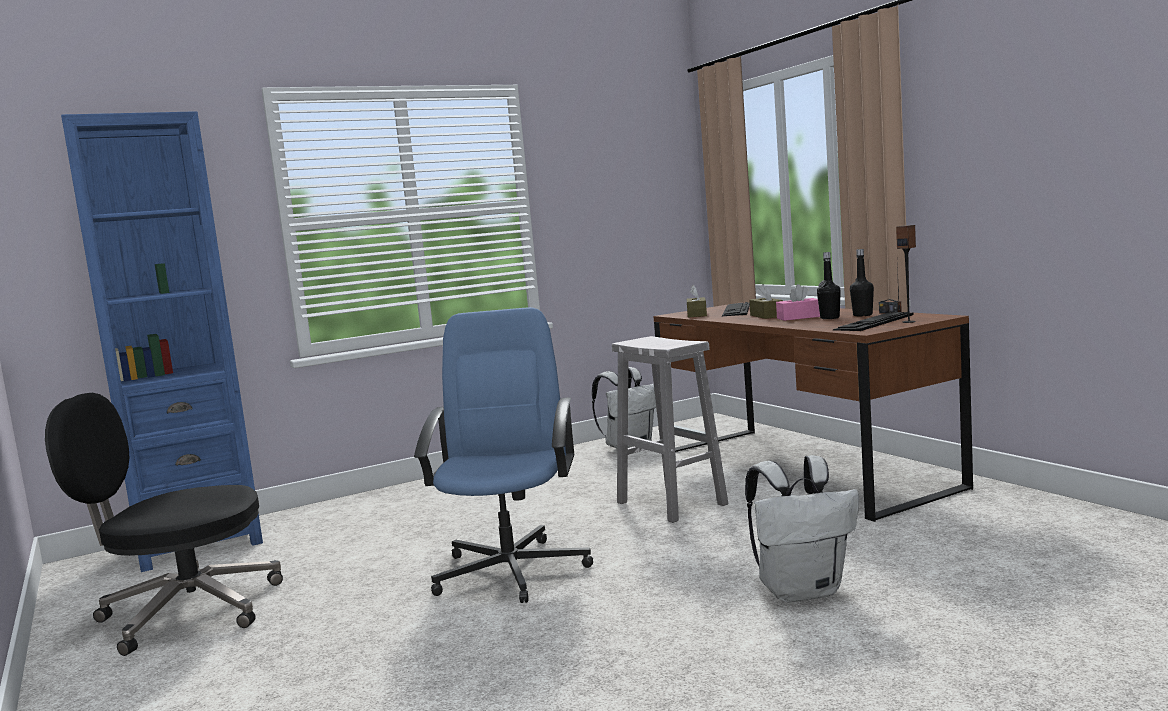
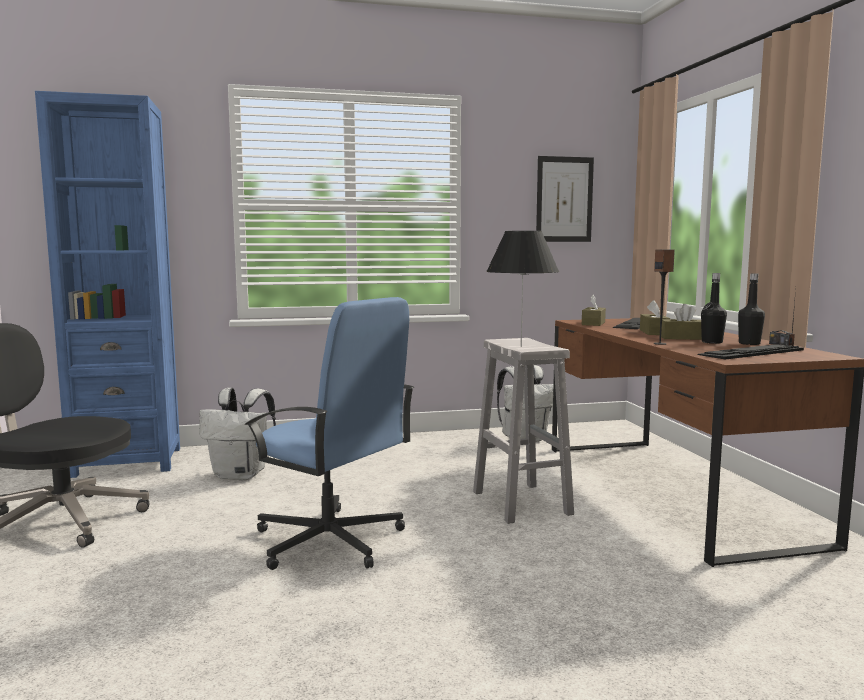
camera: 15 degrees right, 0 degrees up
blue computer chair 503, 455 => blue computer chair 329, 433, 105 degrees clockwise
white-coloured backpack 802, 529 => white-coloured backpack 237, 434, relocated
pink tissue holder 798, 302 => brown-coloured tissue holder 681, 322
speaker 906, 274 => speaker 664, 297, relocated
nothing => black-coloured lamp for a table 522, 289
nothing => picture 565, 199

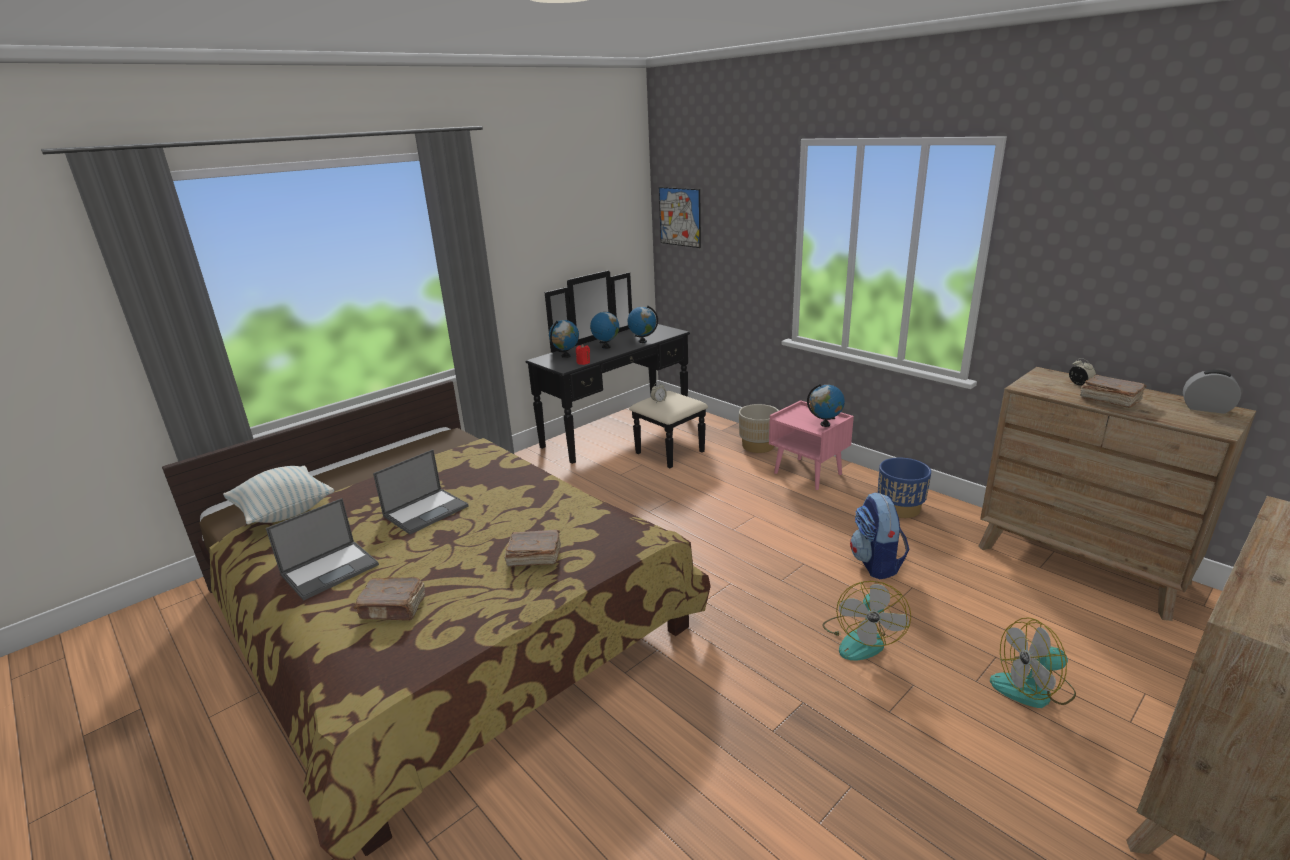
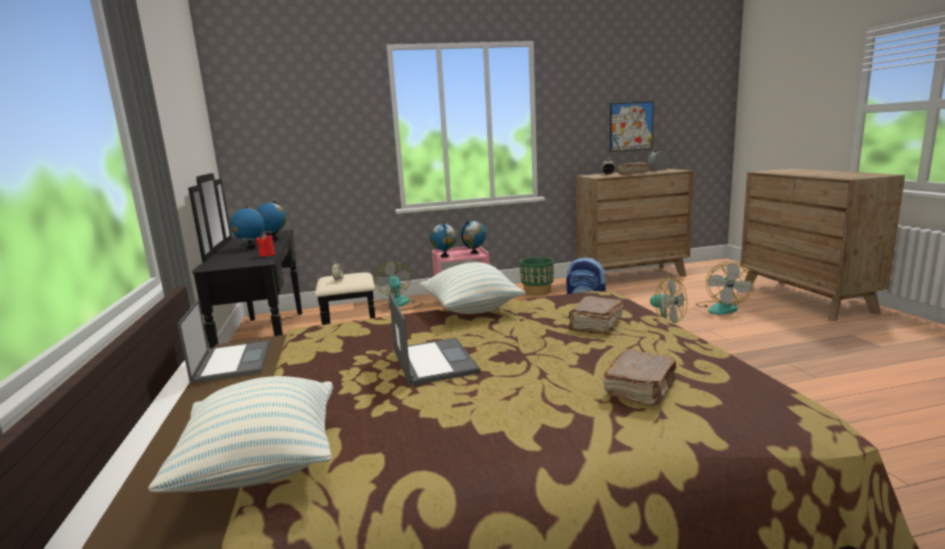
camera: 60 degrees left, 10 degrees down
laptop 322, 549 => laptop 224, 341, relocated
globe 564, 339 => globe 443, 240, relocated
picture 680, 217 => picture 632, 127, relocated
sand-coloured planter 759, 428 => fan 398, 286
blue planter 904, 488 => greenish planter 537, 276
nothing => cushion 472, 288

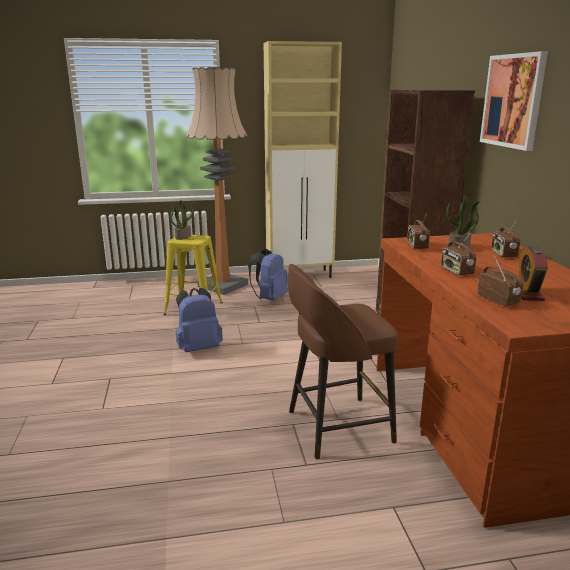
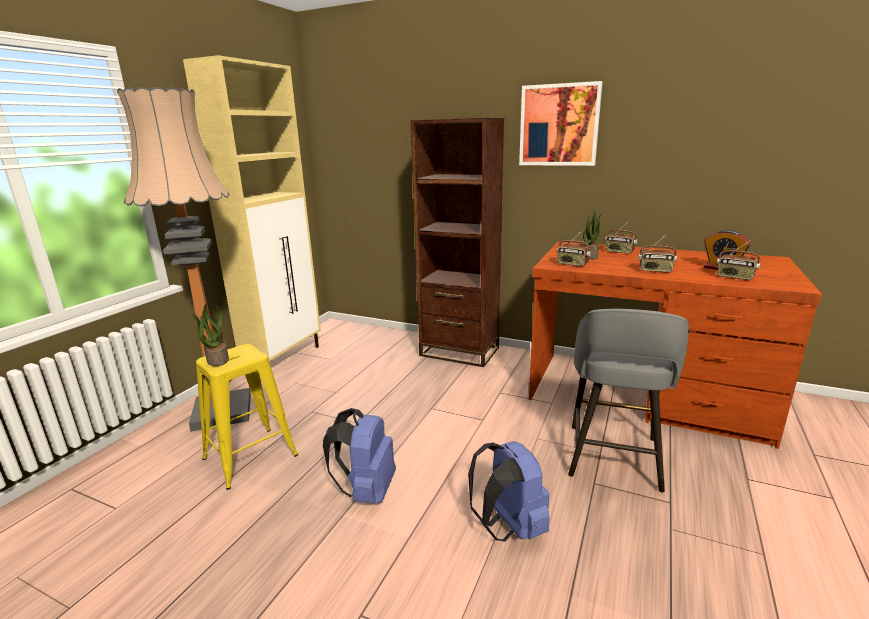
camera: 55 degrees left, 0 degrees up
blue backpack 268, 275 => blue backpack 508, 491, relocated
brown-coloured stool seat 343, 361 => greyish stool seat 628, 400
radio set 500, 280 => radio set 738, 260, 150 degrees counterclockwise

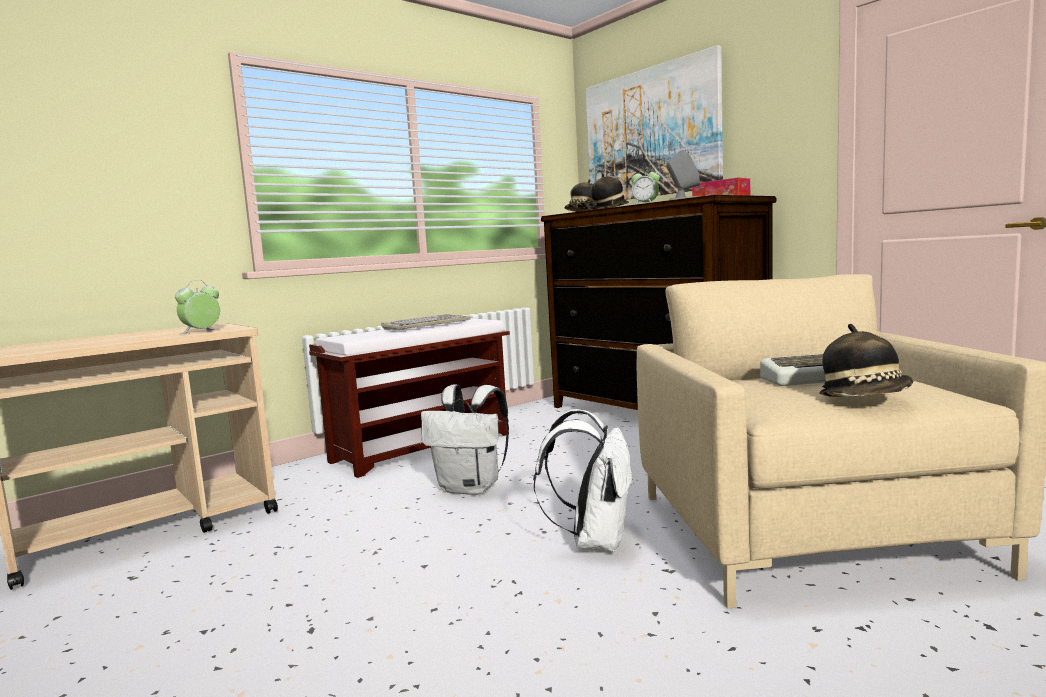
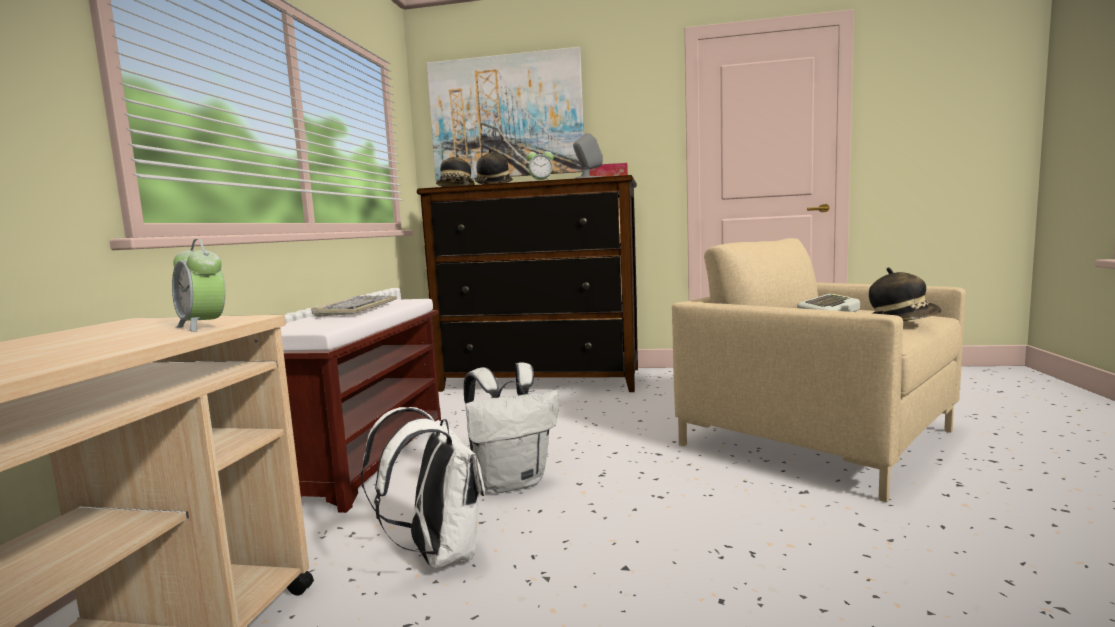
camera: 40 degrees left, 0 degrees up
alarm clock 197, 307 => alarm clock 198, 285, 45 degrees counterclockwise
white-coloured backpack 583, 480 => white-coloured backpack 423, 488, relocated

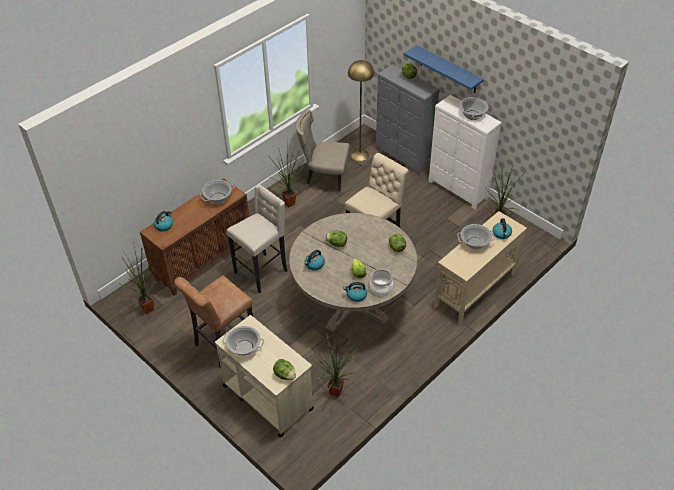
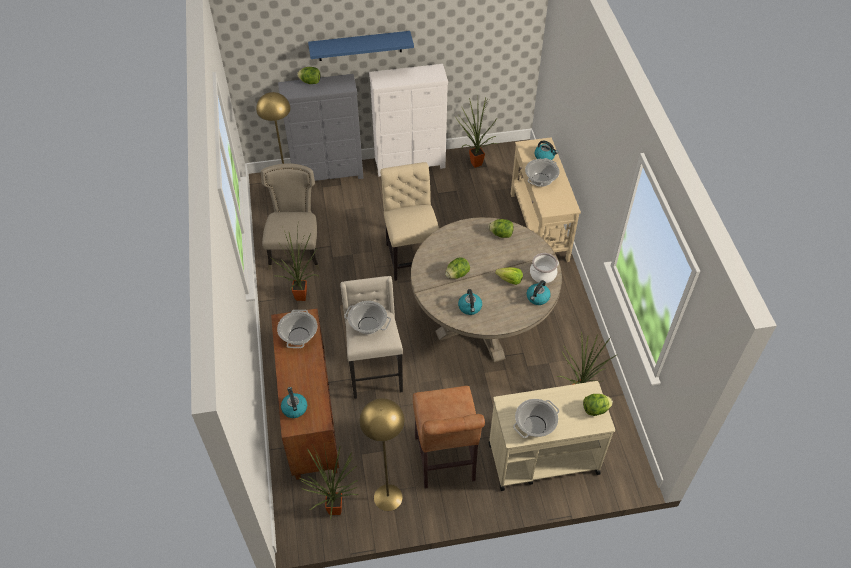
camera: 55 degrees left, 5 degrees up
sand-coloured chair 322, 152 => sand-coloured chair 290, 216, 135 degrees clockwise
saucepot 474, 108 => saucepot 367, 317, relocated
nothing => yellow standard lamp 382, 454

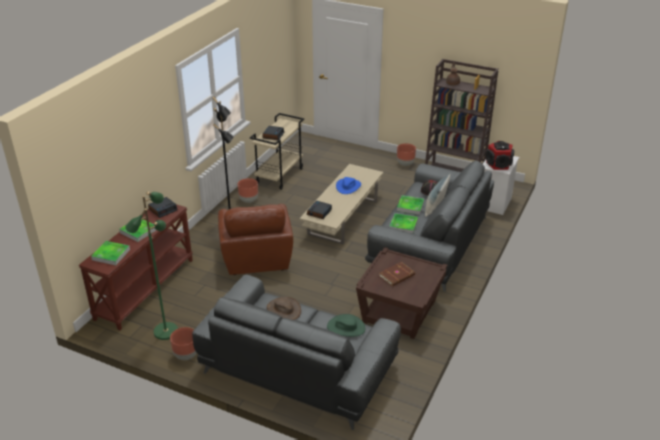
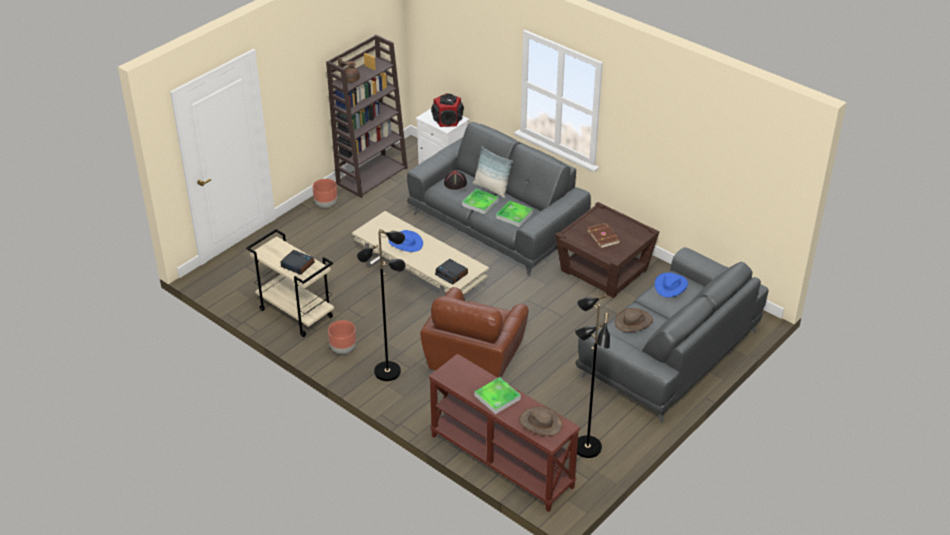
camera: 75 degrees left, 5 degrees up
tray 110, 253 => brown-coloured wearable hat 540, 421
greenish standard lamp 151, 266 => black-coloured standard lamp 592, 376
alarm clock 162, 207 => nothing
brown-coloured planter 183, 343 => nothing
brown-coloured lounge chair 255, 239 => brown-coloured lounge chair 474, 332, 105 degrees clockwise
greenish wearable hat 346, 325 => blue wearable hat 671, 284

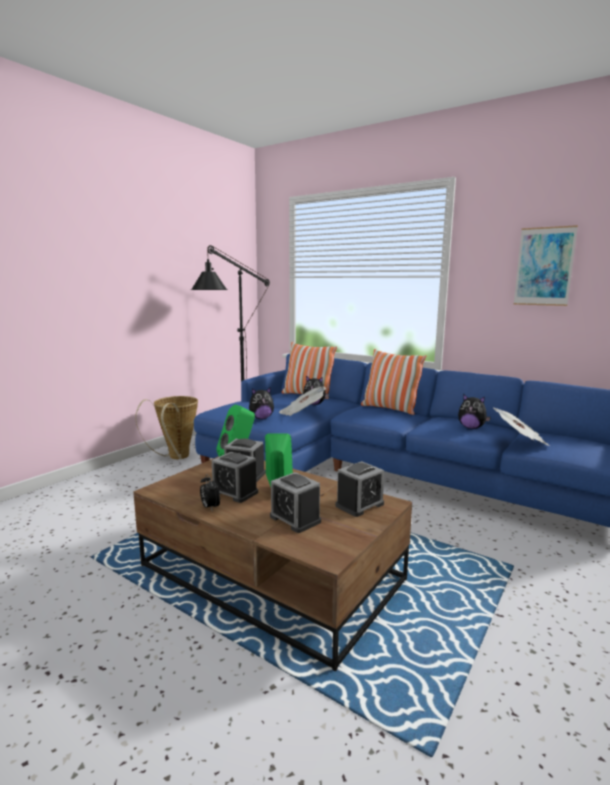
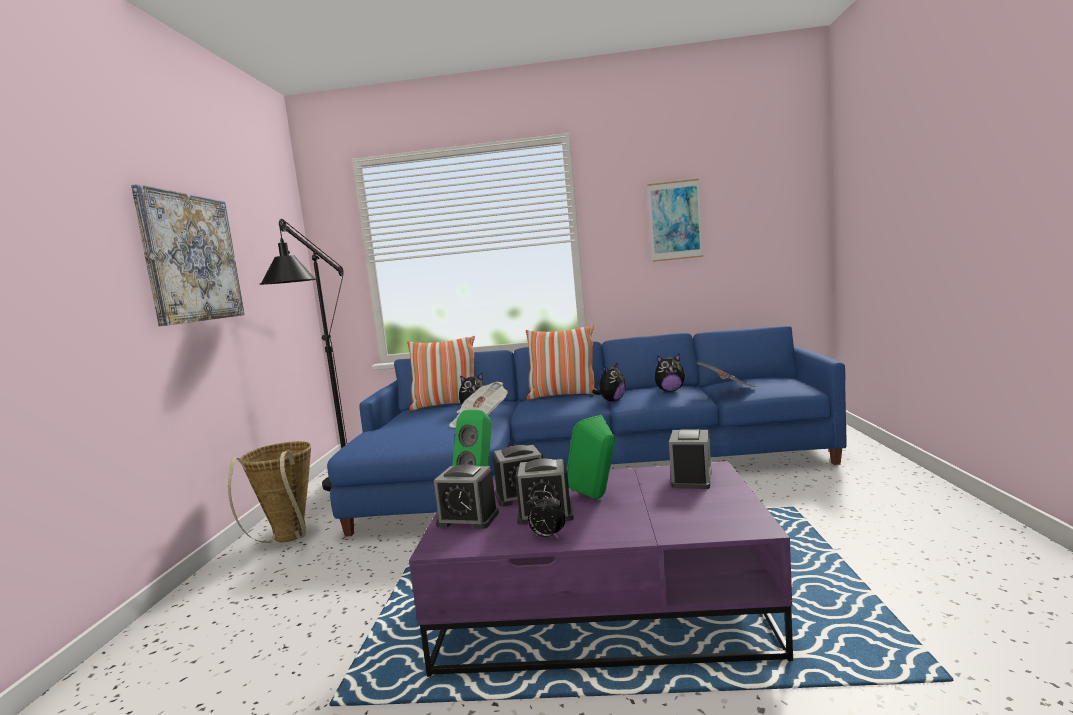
camera: 30 degrees left, 5 degrees down
brown-coloured coffee table 272, 563 => purplish coffee table 601, 569
cuddly toy 261, 403 => cuddly toy 609, 382, relocated
alarm clock 295, 502 => alarm clock 466, 496, relocated
nothing => picture 188, 255

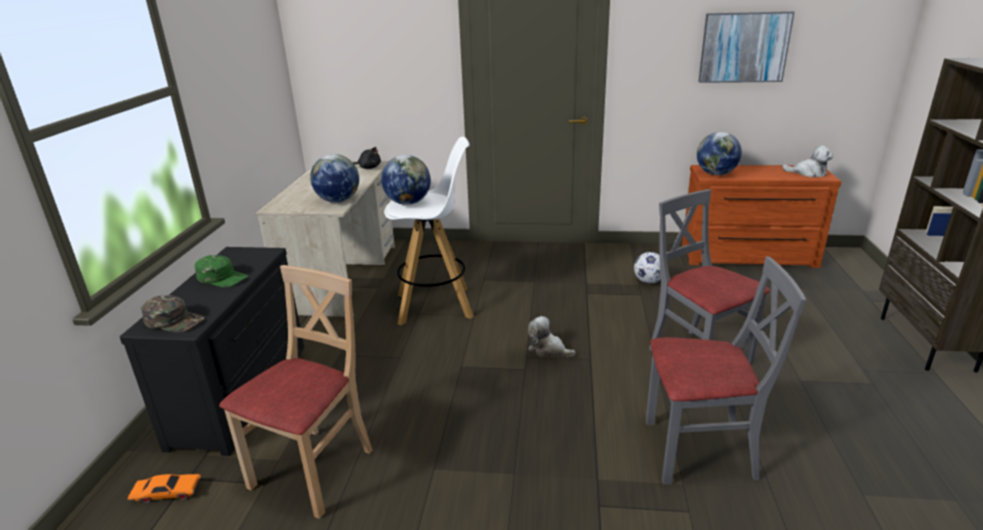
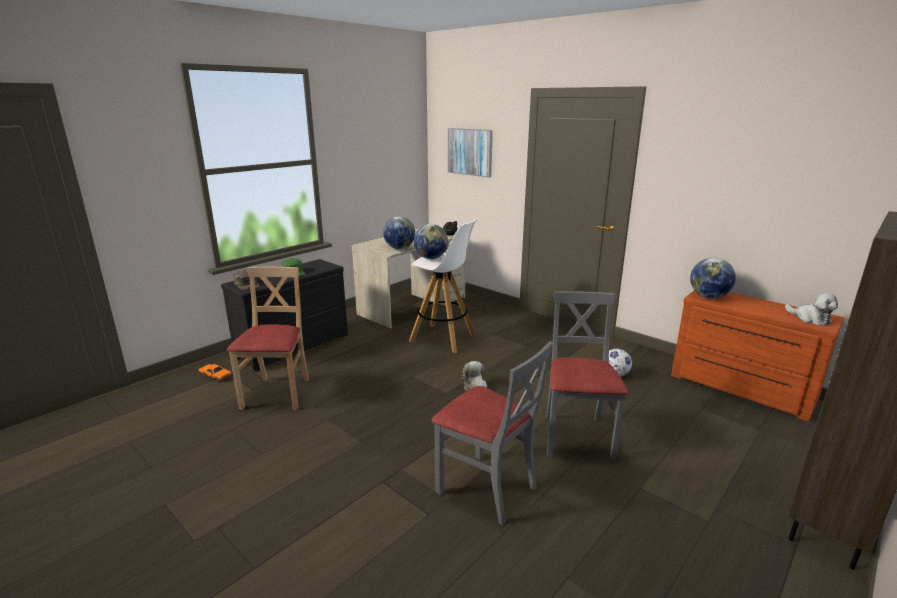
camera: 35 degrees right, 5 degrees down
sand-coloured chair 296, 392 => sand-coloured chair 268, 338, 60 degrees counterclockwise
picture 746, 47 => picture 470, 152, relocated

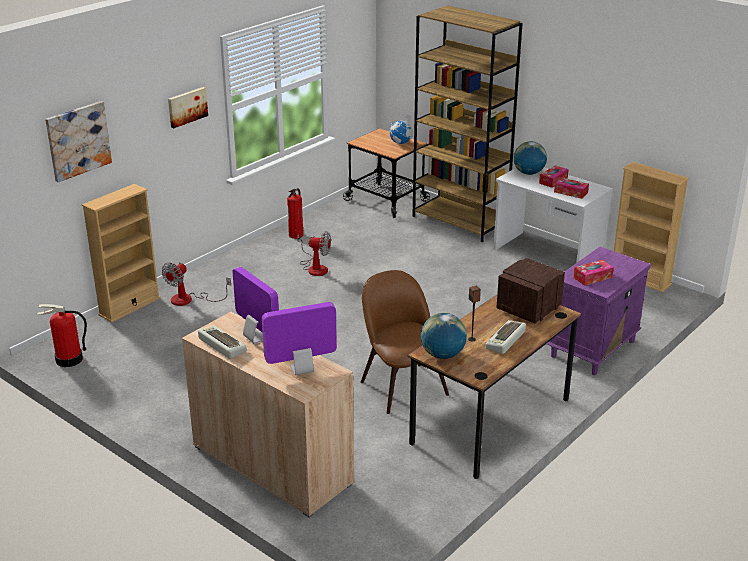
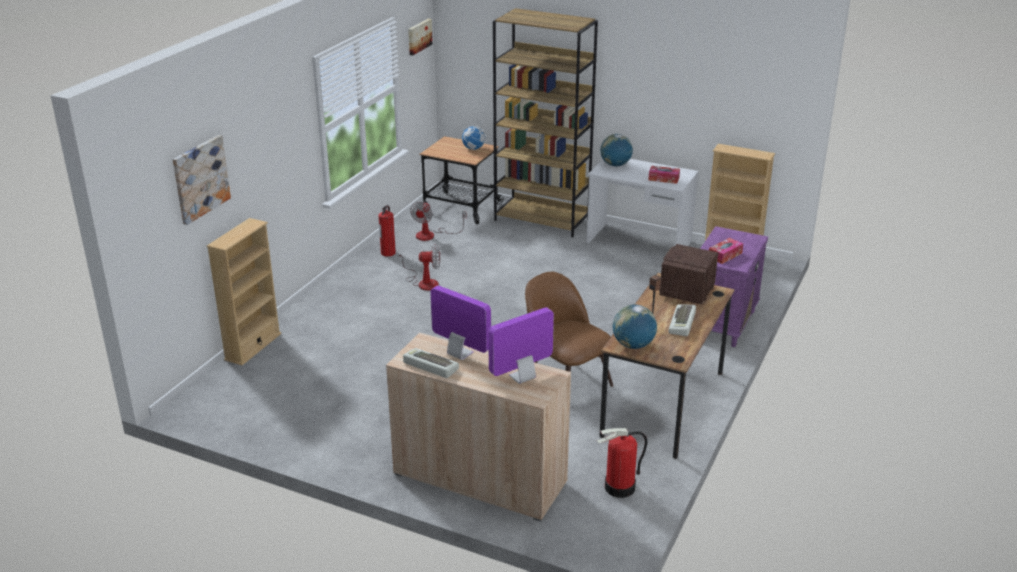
camera: 15 degrees left, 0 degrees up
extinguisher 62, 335 => extinguisher 622, 463, relocated
fan 196, 284 => fan 438, 221, relocated
picture 188, 107 => picture 420, 37, relocated
tissue holder 554, 176 => nothing

